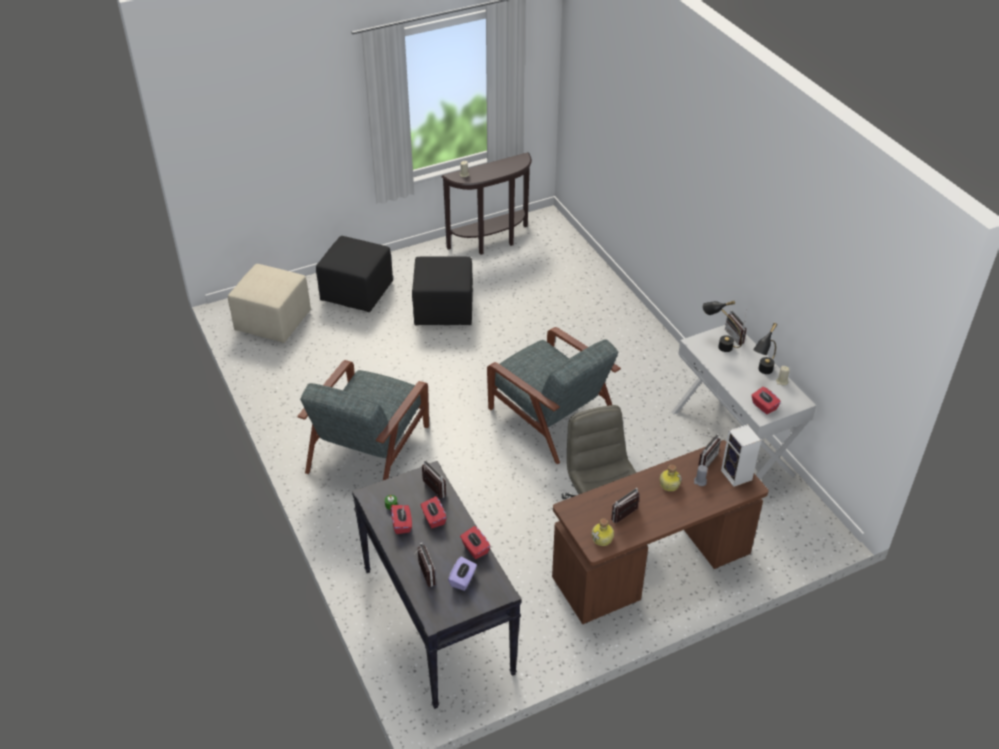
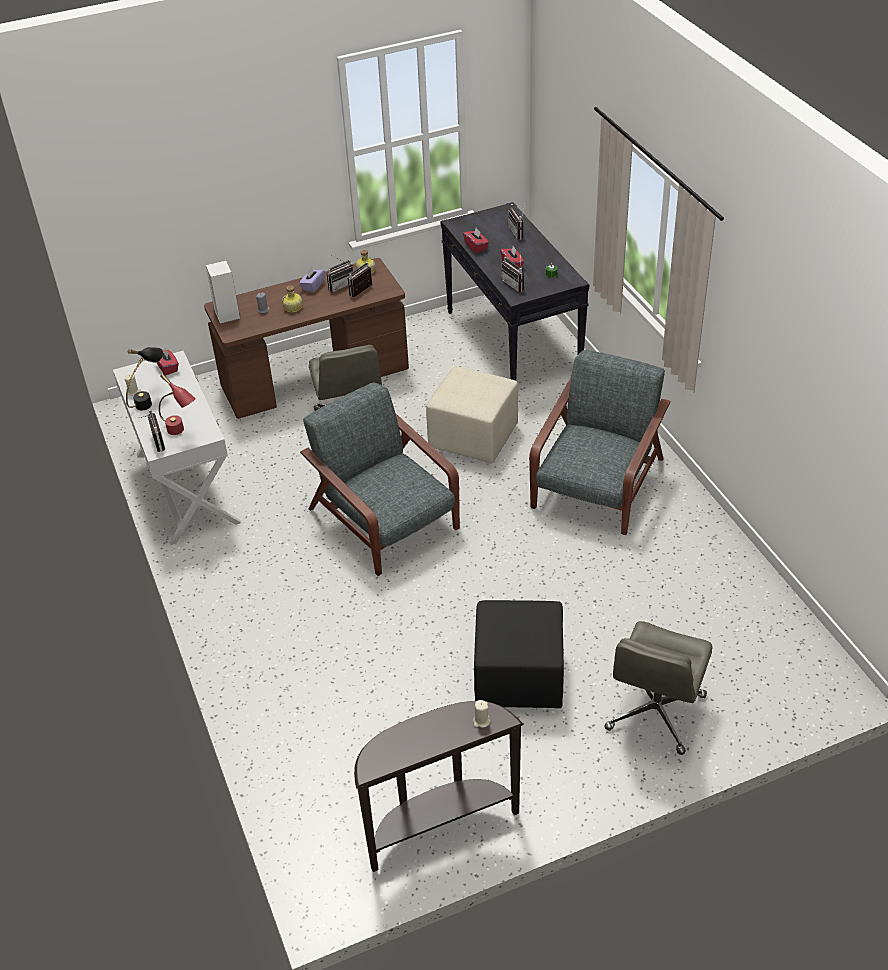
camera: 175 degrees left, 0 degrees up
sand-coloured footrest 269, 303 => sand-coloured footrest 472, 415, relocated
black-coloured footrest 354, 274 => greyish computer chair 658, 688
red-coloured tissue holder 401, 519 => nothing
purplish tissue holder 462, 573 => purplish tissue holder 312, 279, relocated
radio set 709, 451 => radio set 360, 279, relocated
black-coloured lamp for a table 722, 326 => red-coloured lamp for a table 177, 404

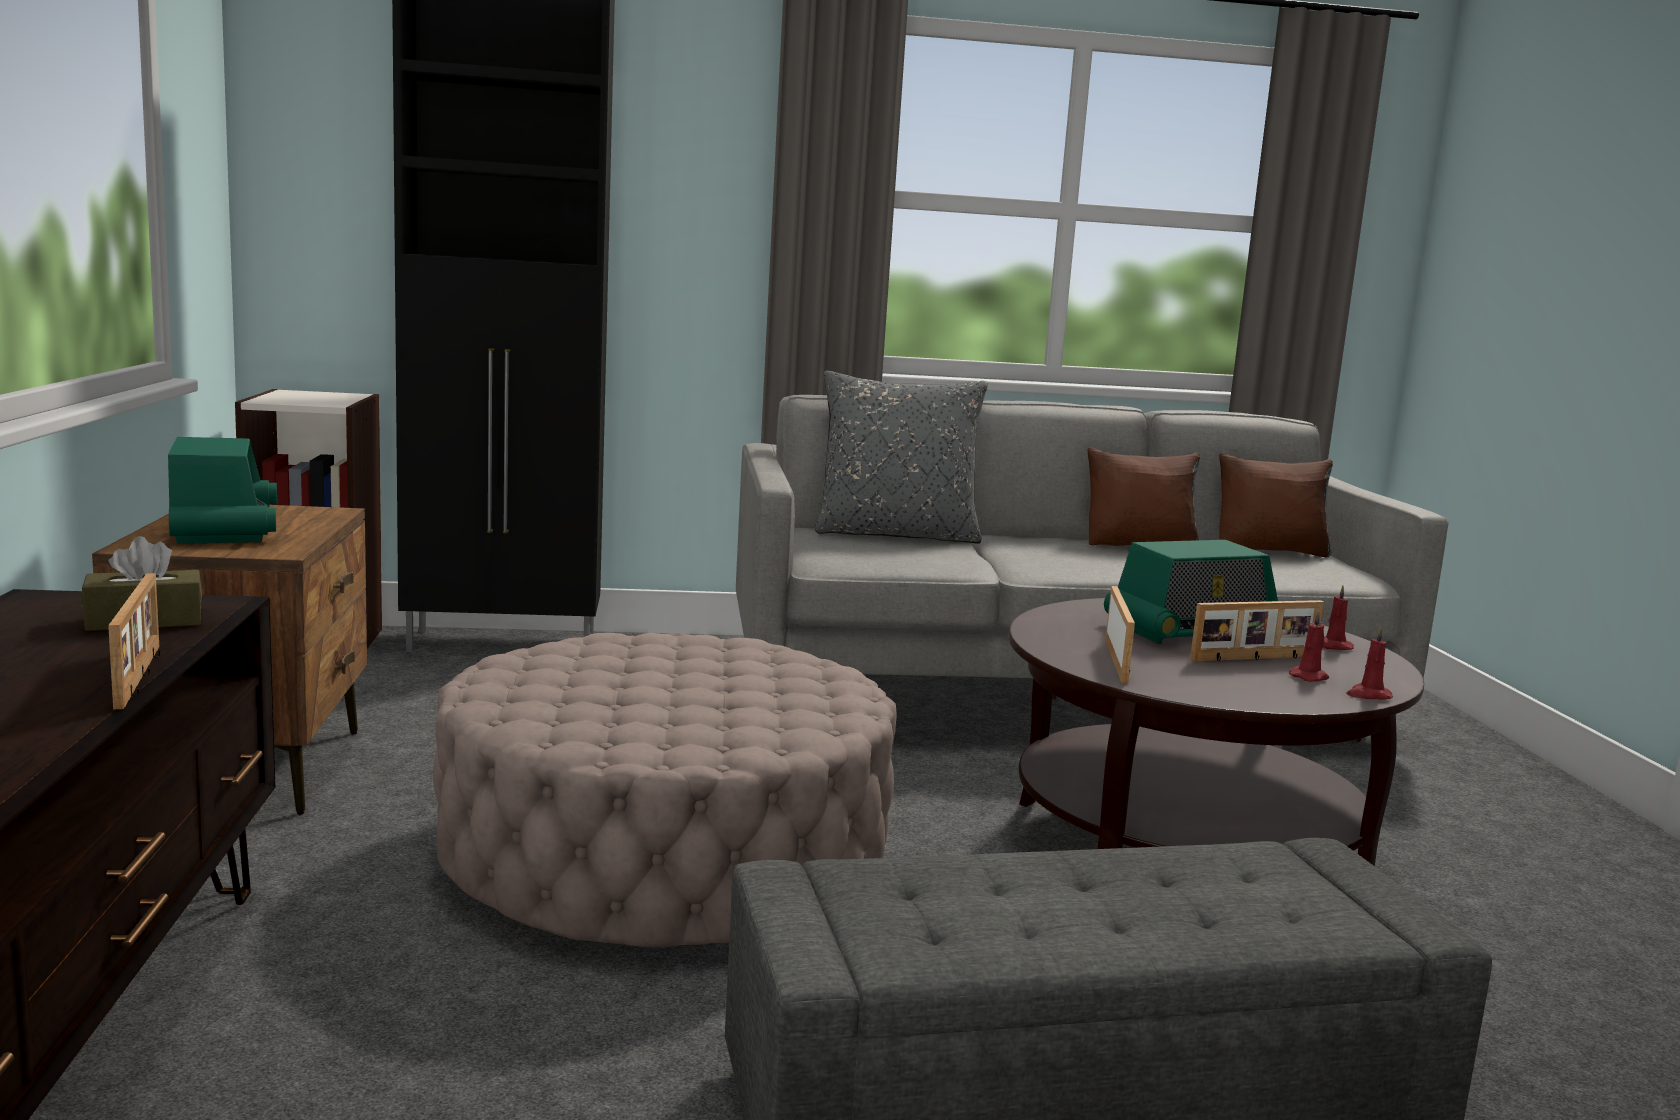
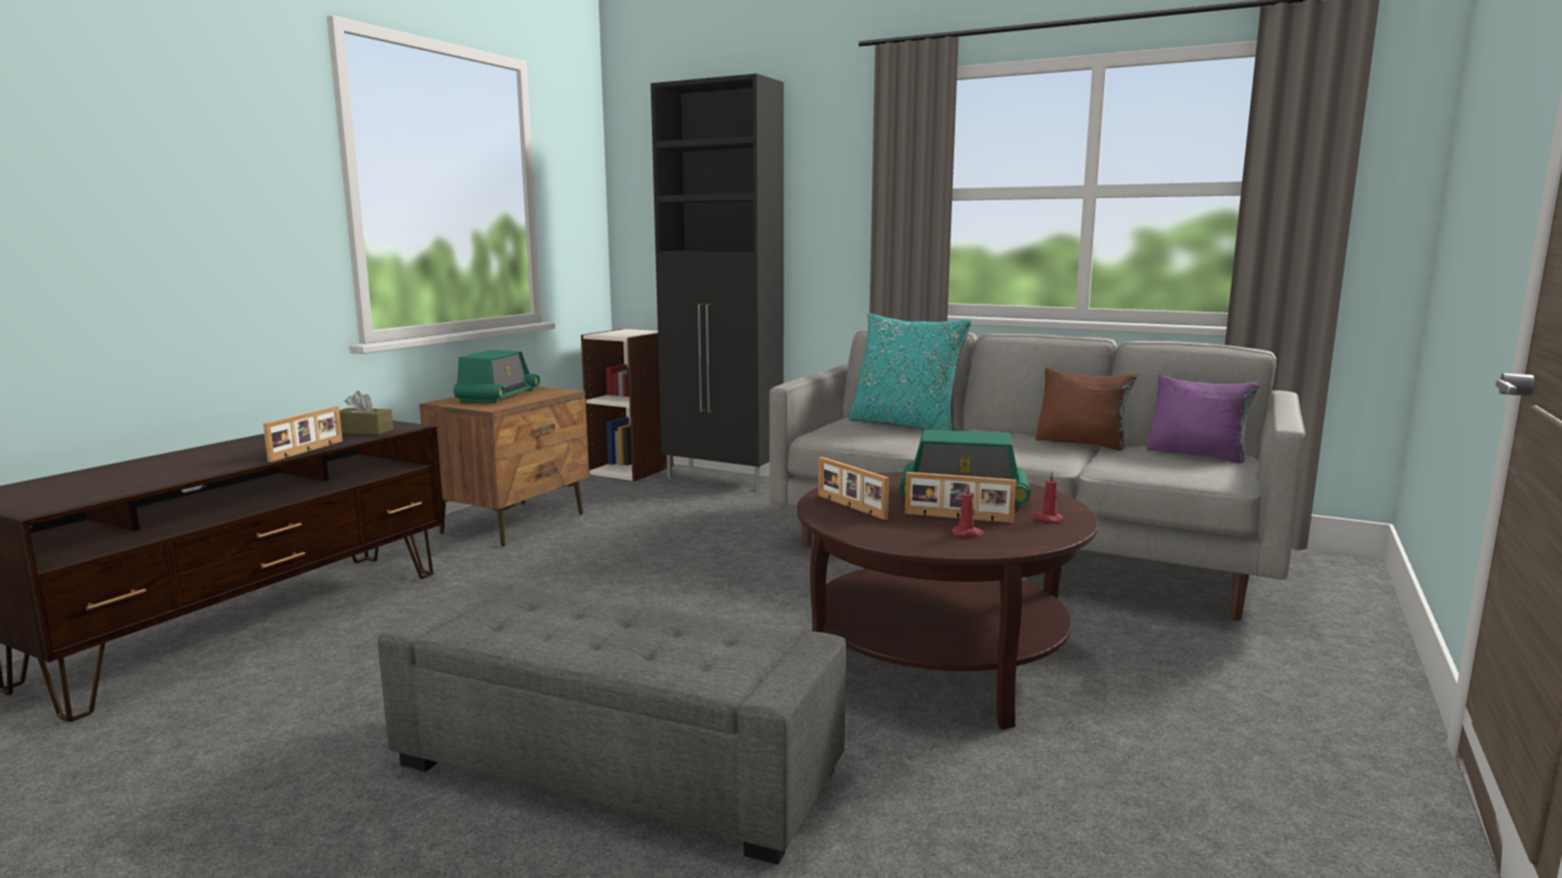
camera: 35 degrees right, 0 degrees up
sand-coloured footrest 665, 790 => nothing
greyish cushion 901, 457 => turquoise-coloured cushion 910, 372
picture frame 1120, 634 => picture frame 853, 488, 105 degrees clockwise
brown-coloured cushion 1276, 505 => purplish cushion 1203, 419
red-coloured wax light 1369, 662 => nothing

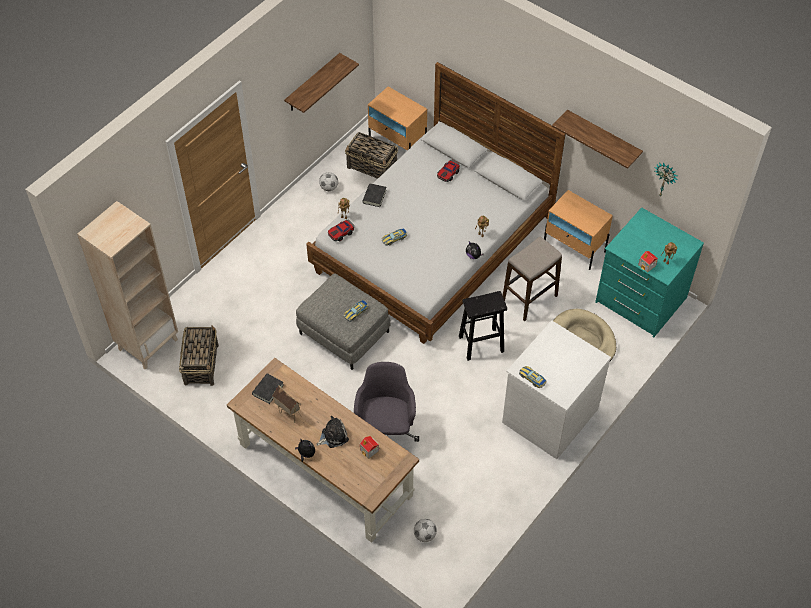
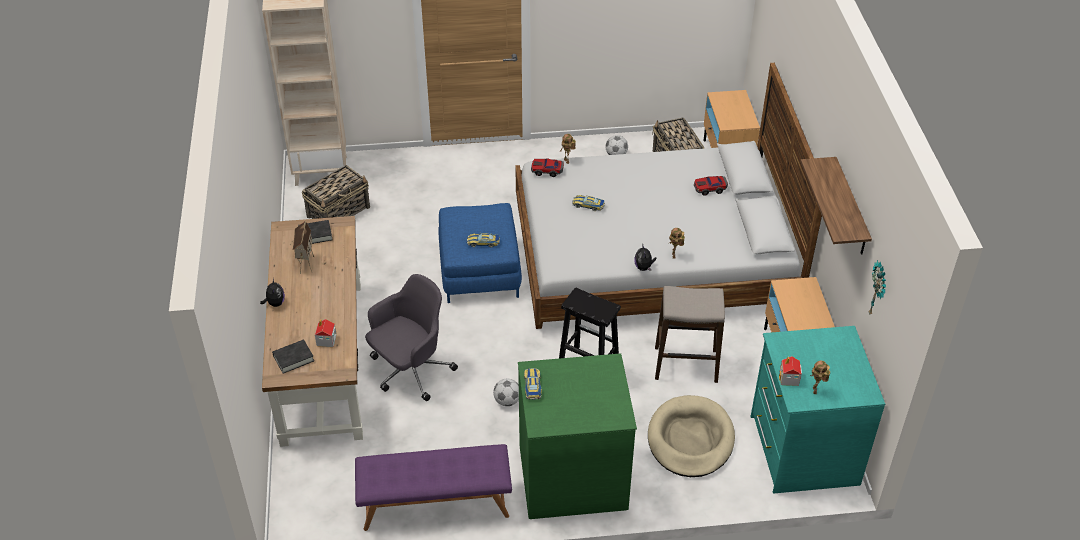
camera: 45 degrees right, 10 degrees down
shelf 321, 83 => nothing
greyish footrest 343, 321 => blue footrest 480, 253
cuddly toy 332, 432 => nothing
black-coloured volume 374, 195 => black-coloured volume 293, 356, relocated
football ball 425, 530 => football ball 506, 392, relocated
white-coloured drawer chest 556, 389 => greenish drawer chest 577, 436
nothing => purplish indoor bench 433, 487

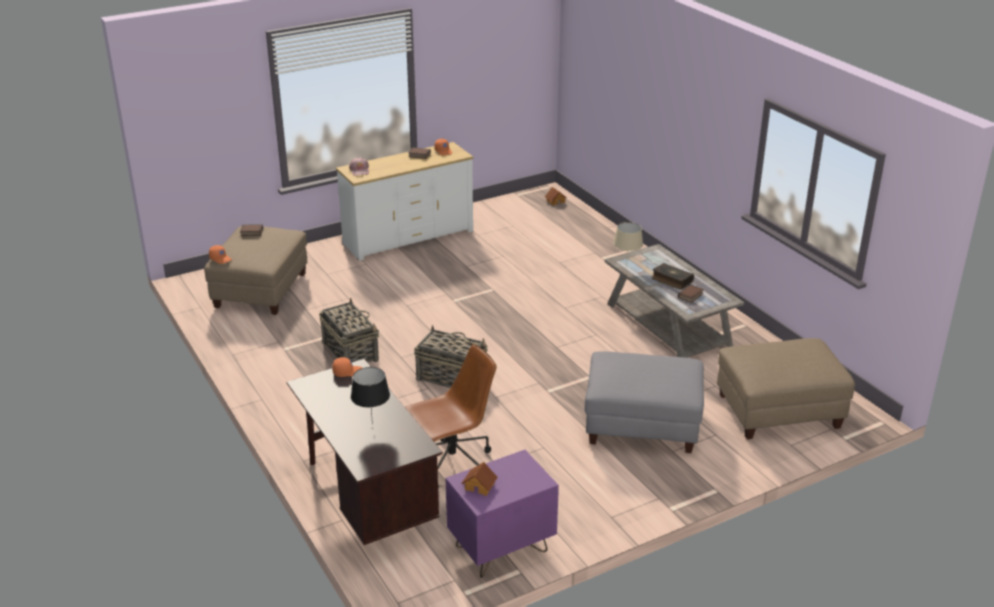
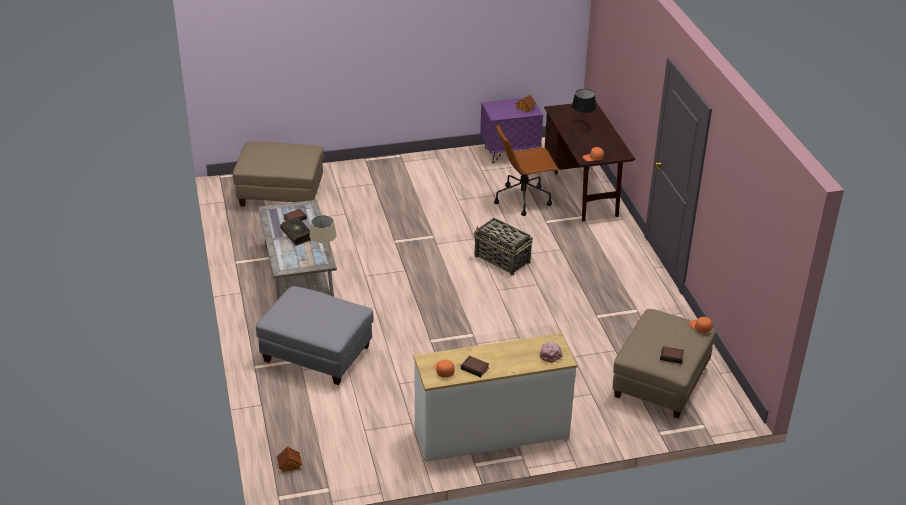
camera: 165 degrees left, 5 degrees up
basket 349, 330 => nothing
greyish footrest 644, 402 => greyish footrest 315, 335, relocated

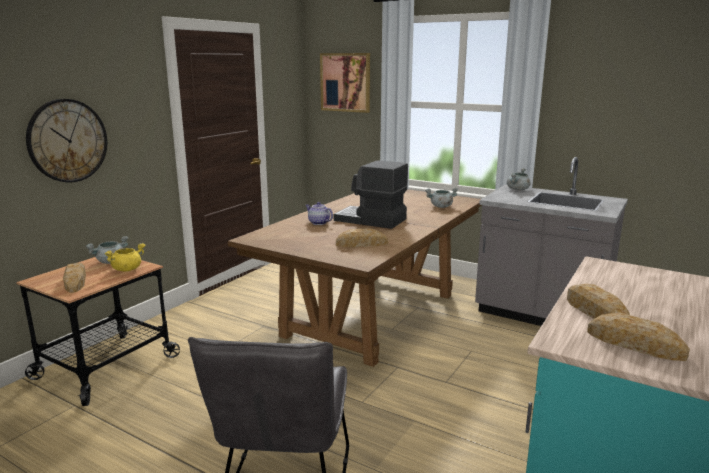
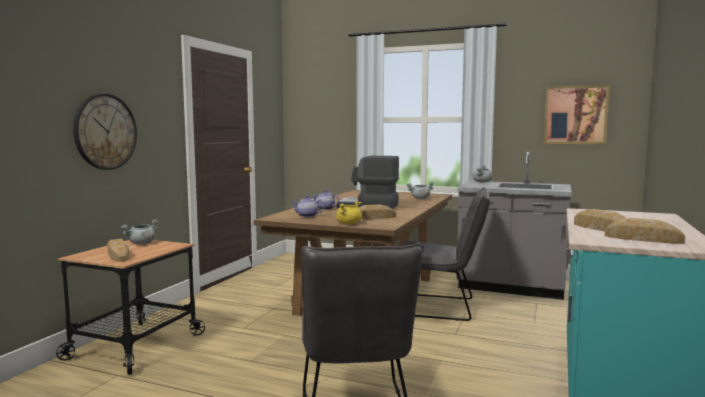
camera: 10 degrees left, 10 degrees down
yellow saucepot 125, 257 => yellow saucepot 349, 212, relocated
picture 345, 83 => picture 577, 114, relocated
nothing => pot for tea 307, 206
nothing => greyish chair 446, 254

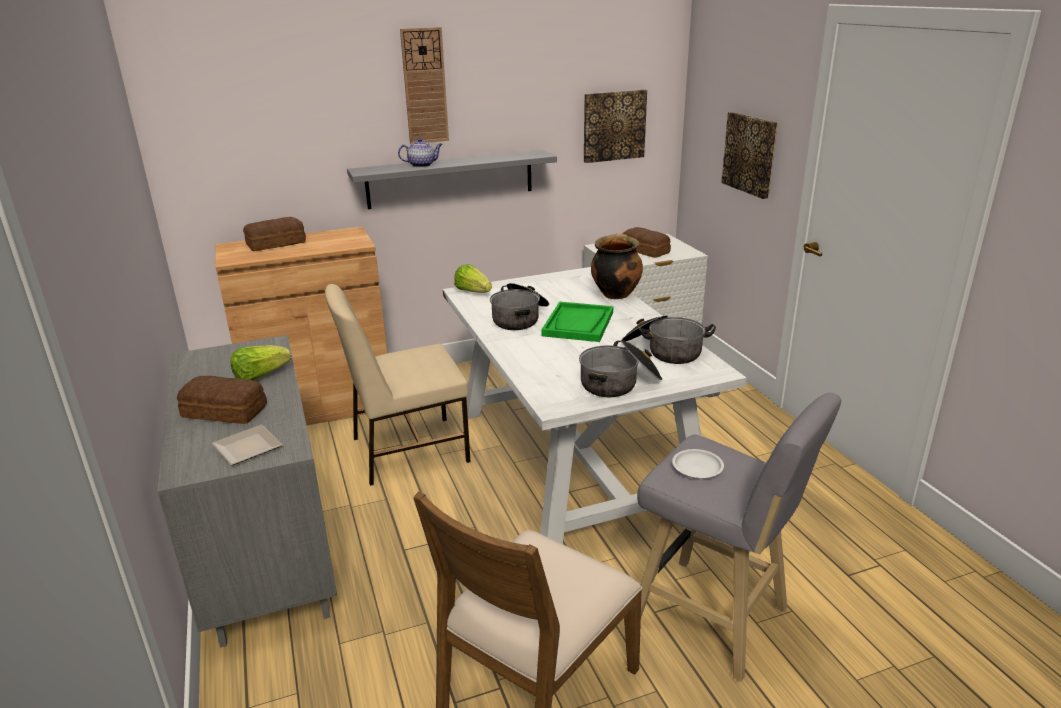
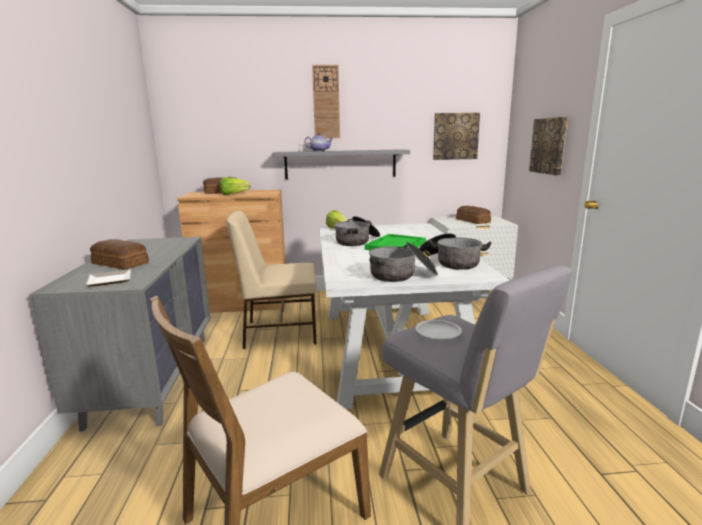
camera: 15 degrees right, 10 degrees down
lettuce head 261, 363 => lettuce head 235, 186, relocated
saucepot 617, 266 => nothing

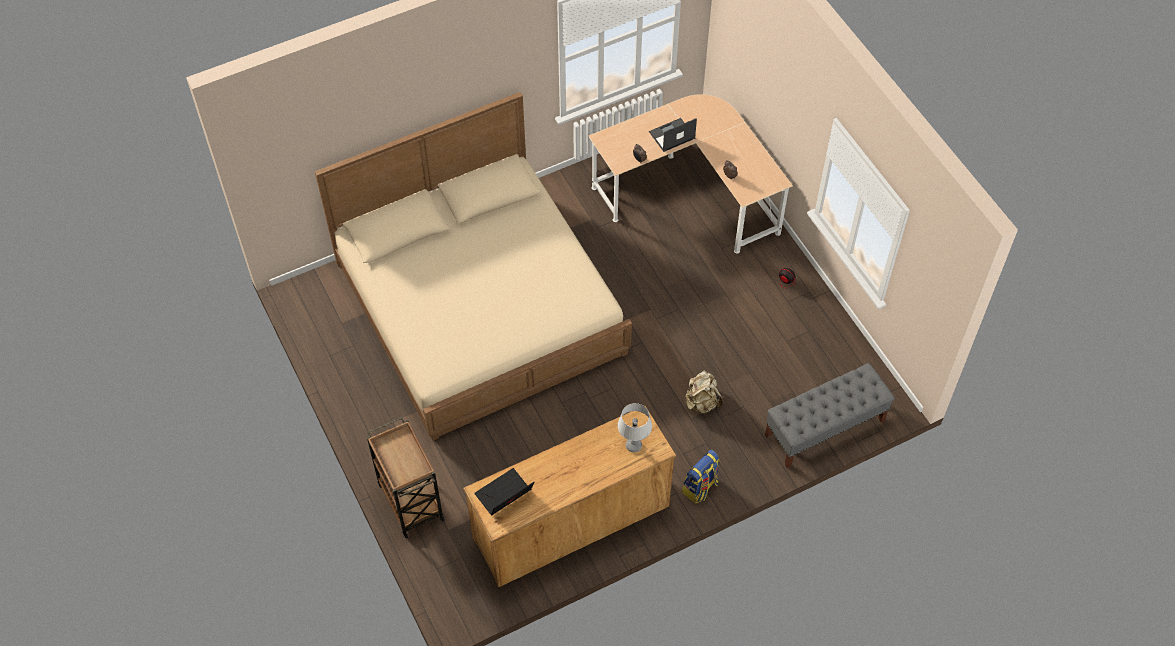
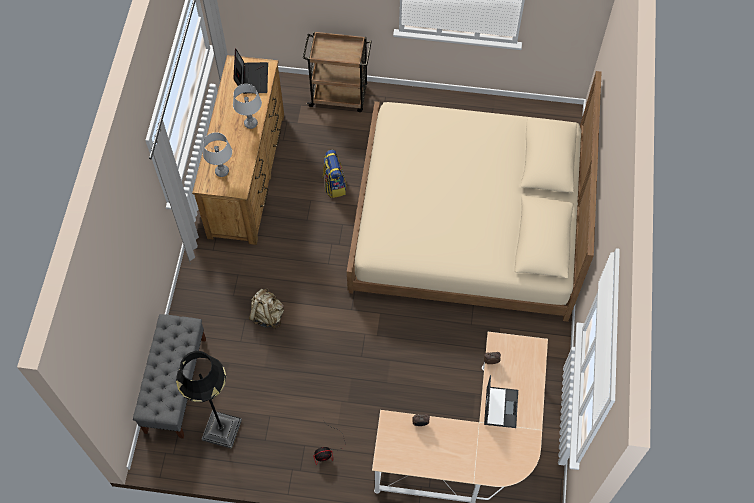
camera: 125 degrees right, 5 degrees up
backpack 701, 477 => backpack 334, 174, relocated
nothing => black-coloured standard lamp 209, 400
nothing => greyish lamp for a table 247, 106

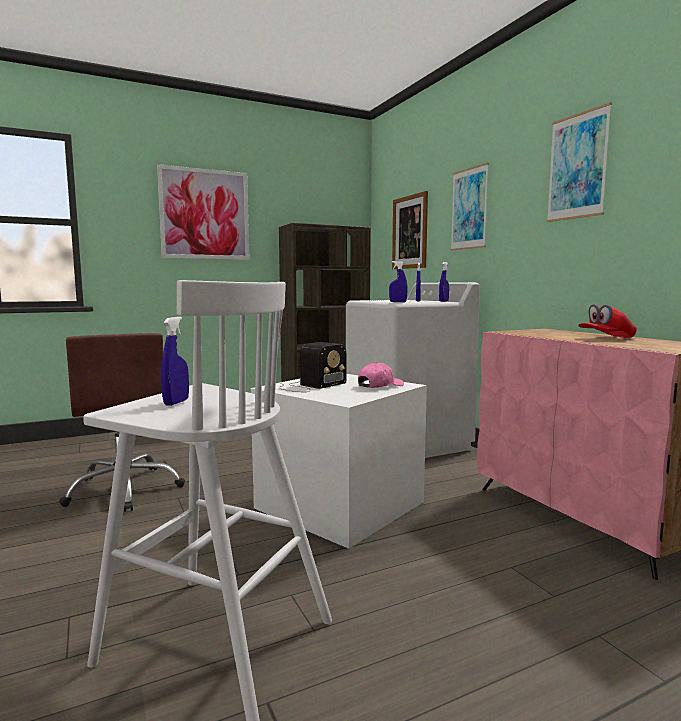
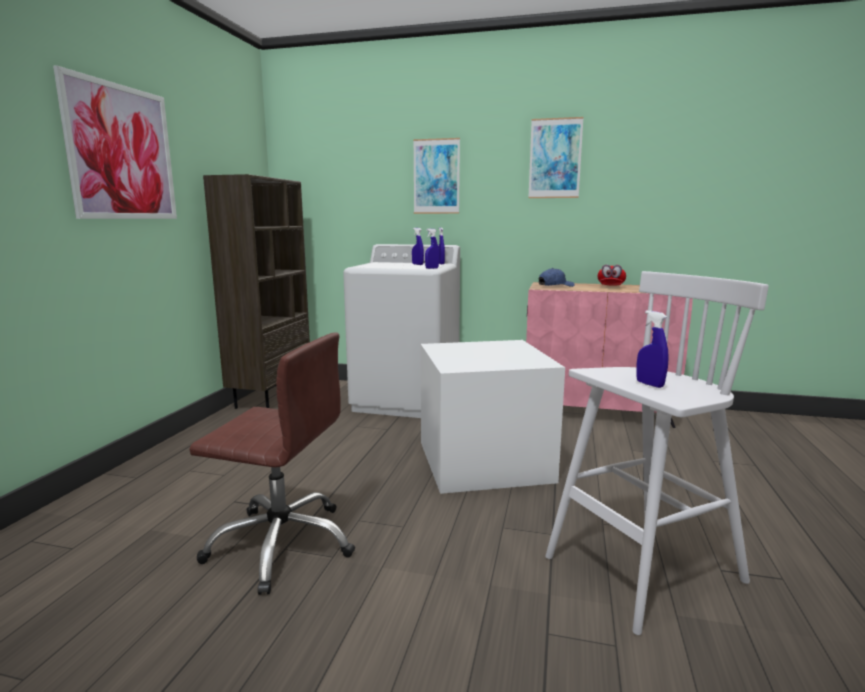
camera: 50 degrees left, 5 degrees up
radio set 312, 367 => nothing
pink peaked cap 381, 375 => nothing
picture 410, 230 => nothing
nothing => blue peaked cap 557, 277

